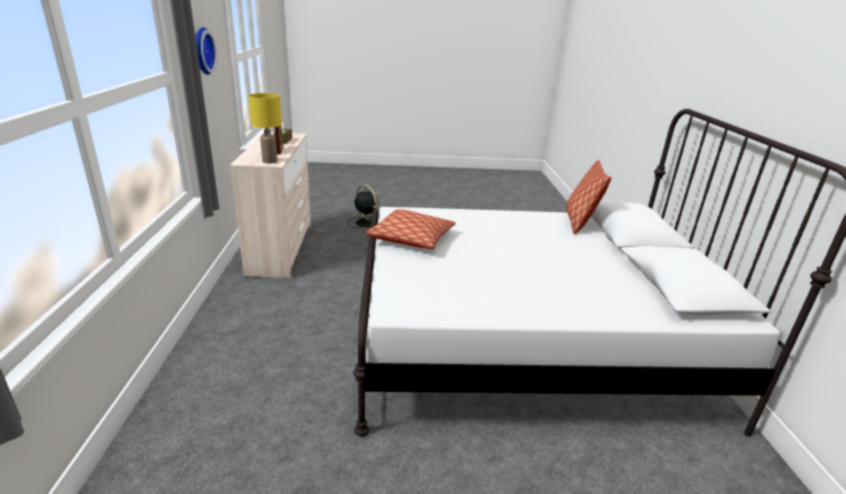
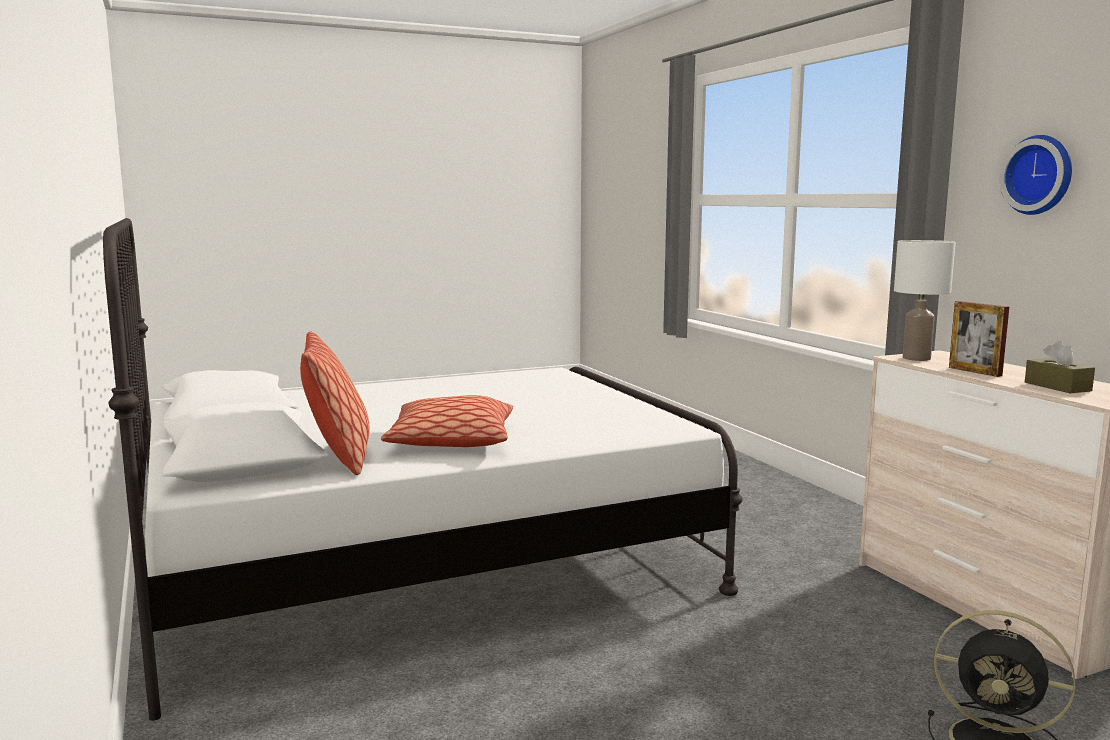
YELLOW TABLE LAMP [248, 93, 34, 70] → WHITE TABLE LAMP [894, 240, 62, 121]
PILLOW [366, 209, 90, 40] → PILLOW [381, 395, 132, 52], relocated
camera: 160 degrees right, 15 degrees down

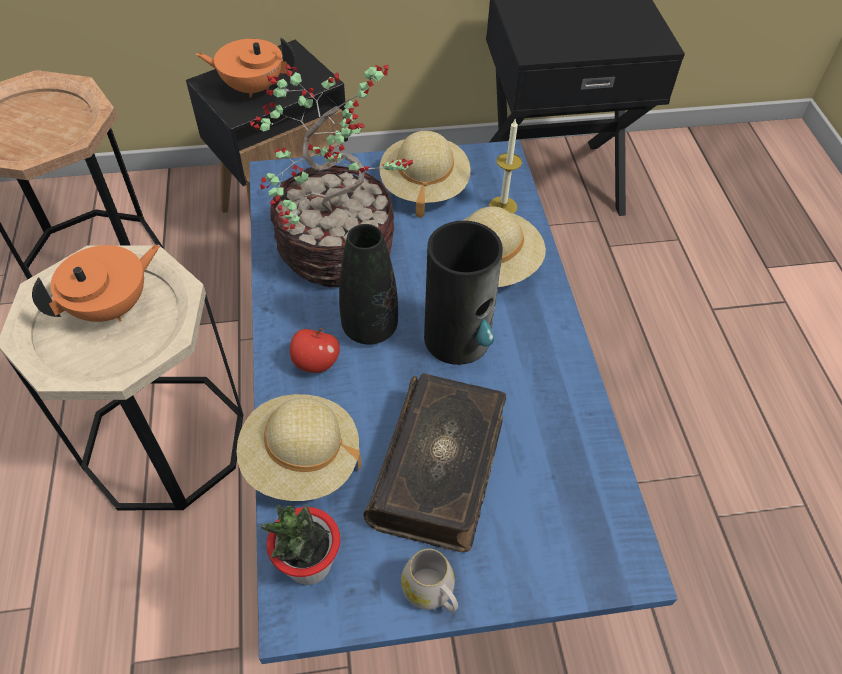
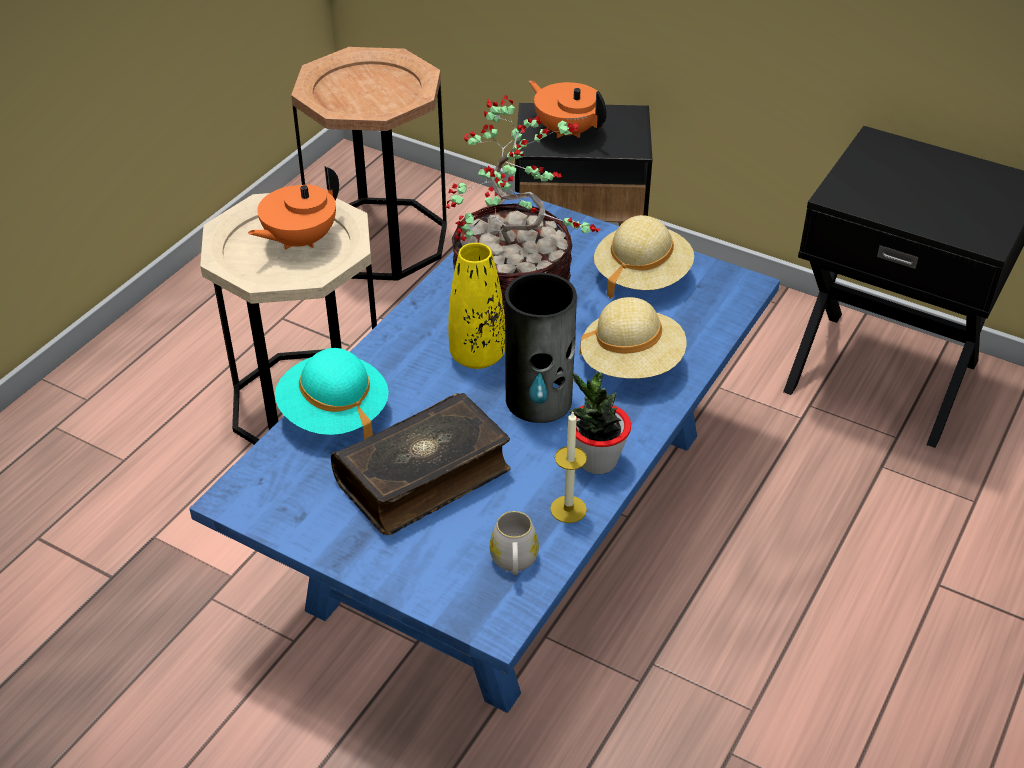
CANDLE [489, 119, 33, 95] → CANDLE [550, 410, 37, 113], relocated
BLACK VASE [339, 224, 59, 120] → YELLOW VASE [448, 243, 57, 126]
ORANGE TEAPOT [32, 245, 128, 77] → ORANGE TEAPOT [248, 166, 91, 83], 135 degrees clockwise
APPLE [290, 328, 50, 45] → -
BEIGE HAT [236, 394, 125, 107] → TURQUOISE HAT [275, 348, 114, 92]
POTTED PLANT [261, 504, 79, 81] → POTTED PLANT [569, 372, 62, 102], relocated
WHITE MUG [401, 549, 57, 63] → WHITE MUG [490, 511, 49, 64], relocated
camera: 40 degrees right, 10 degrees down

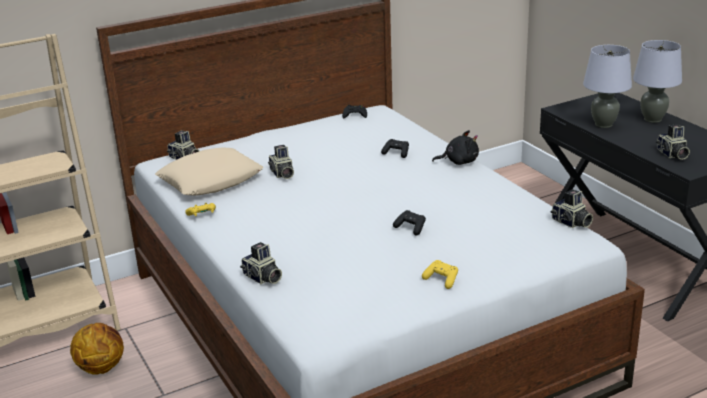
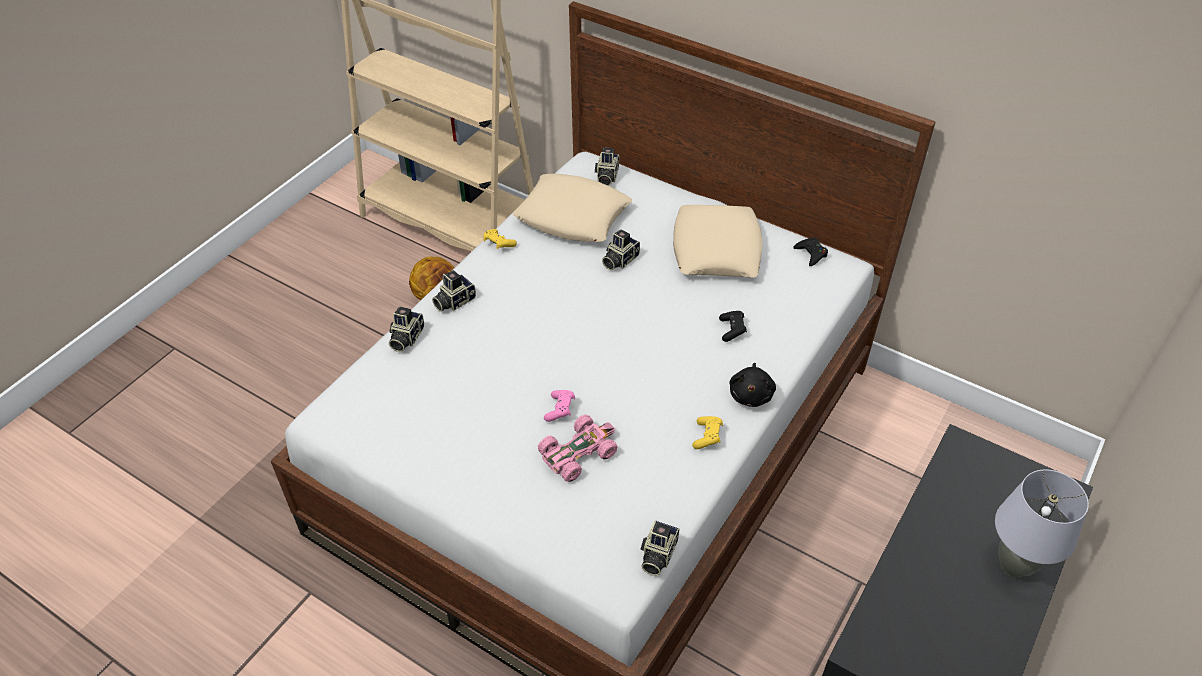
GREY TABLE LAMP [583, 45, 49, 83] → -
PHOTO CAMERA [656, 124, 34, 36] → PHOTO CAMERA [432, 270, 44, 42], relocated
BLACK PLUSH TOY [432, 130, 47, 35] → BLACK PLUSH TOY [729, 363, 47, 44], 45 degrees clockwise
BLACK GAME CONTROLLER [393, 210, 33, 25] → PINK GAME CONTROLLER [544, 390, 31, 32]
YELLOW GAME CONTROLLER [422, 260, 36, 29] → YELLOW GAME CONTROLLER [692, 416, 31, 33], relocated
- → BEIGE PILLOW [673, 205, 89, 73]
- → PINK TOY CAR [538, 415, 80, 67]
camera: 60 degrees right, 20 degrees up

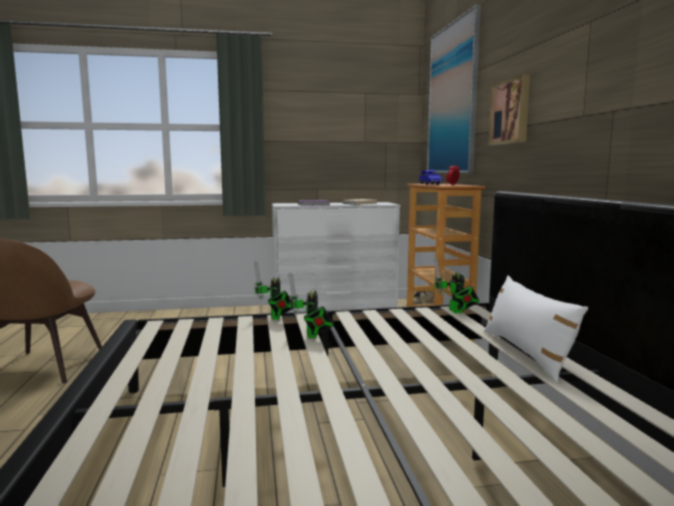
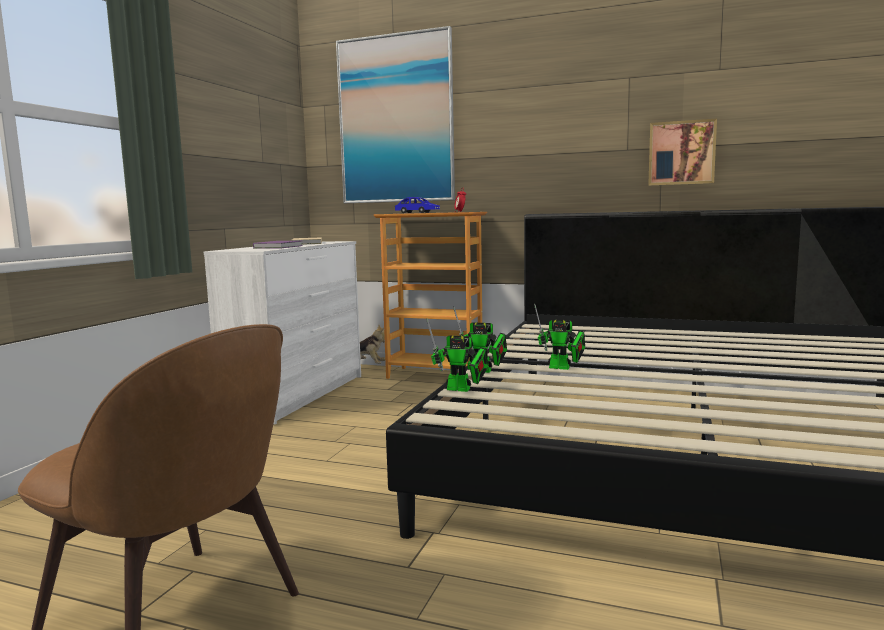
PICTURE [488, 74, 42, 71] → PICTURE [648, 119, 69, 67], relocated
TOY ROBOT [434, 257, 46, 56] → TOY ROBOT [426, 318, 62, 74], relocated
WHITE PILLOW [484, 275, 104, 108] → -
camera: 60 degrees left, 0 degrees up

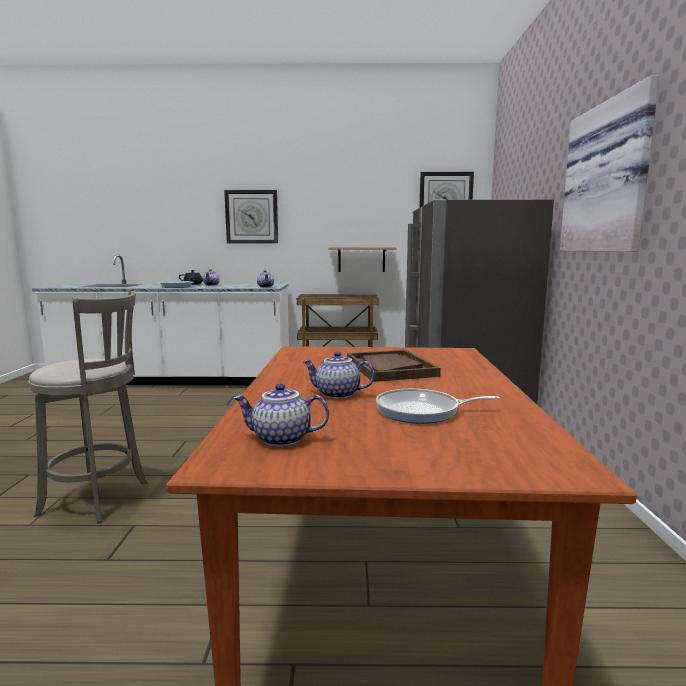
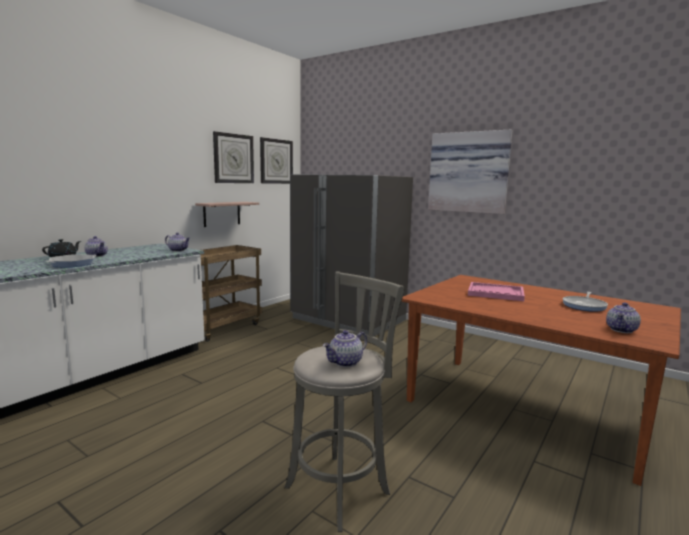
WALL CLOCK [224, 190, 54, 54] → WALL CLOCK [213, 131, 41, 52], relocated
BROWN TRAY [347, 350, 94, 32] → PINK TRAY [468, 282, 57, 19]
TEAPOT [302, 352, 73, 47] → TEAPOT [323, 330, 44, 37], relocated
camera: 55 degrees left, 0 degrees up

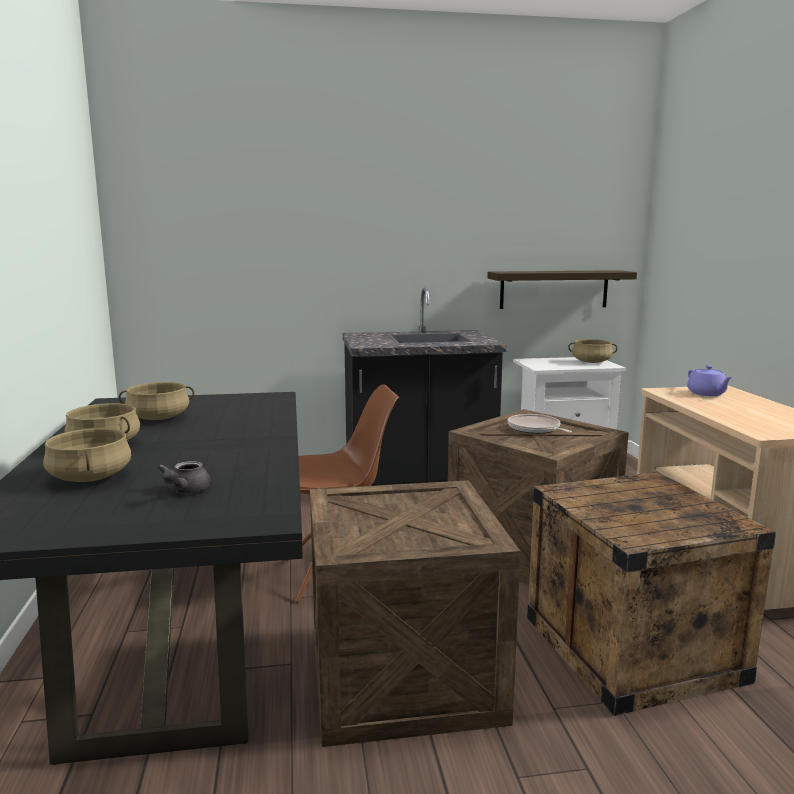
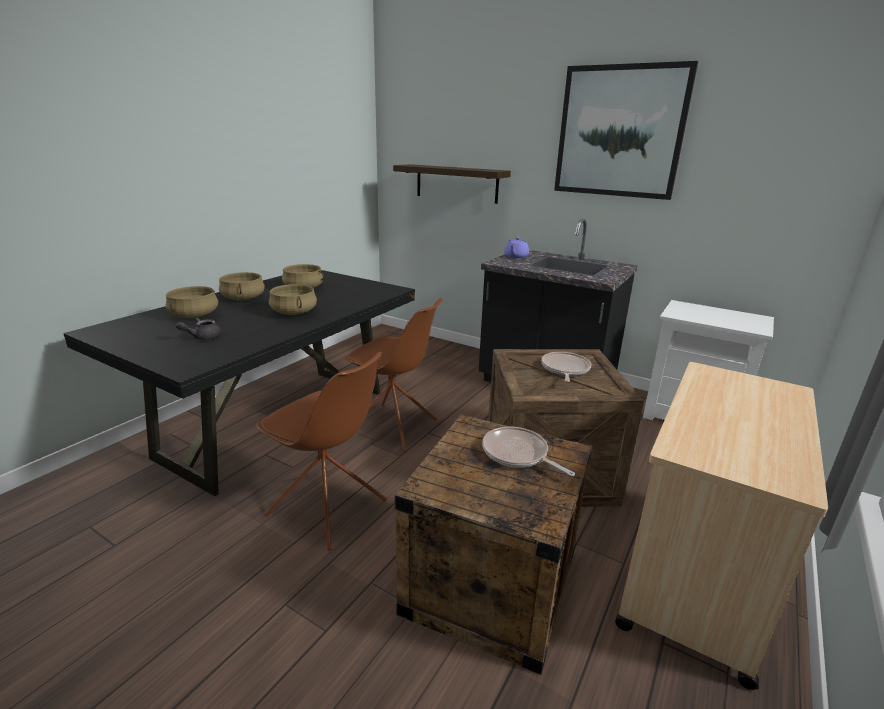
SHELF [487, 270, 150, 39] → SHELF [393, 164, 118, 40], relocated
BEIGE COOKING POT [568, 339, 49, 24] → BEIGE COOKING POT [269, 284, 48, 31], relocated
PURPLE TEAPOT [687, 365, 45, 31] → PURPLE TEAPOT [504, 237, 25, 22], relocated
CRATE [310, 480, 211, 267] → BROWN CHAIR [256, 352, 131, 199]
- → PICTURE [554, 61, 144, 139]
- → FRYING PAN [482, 427, 93, 49]
camera: 40 degrees right, 10 degrees up

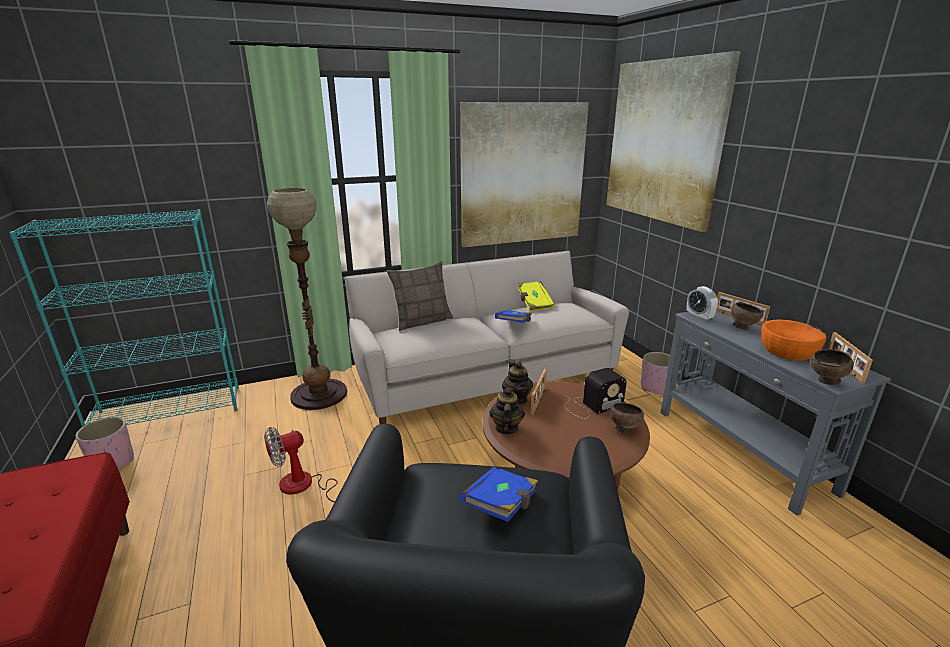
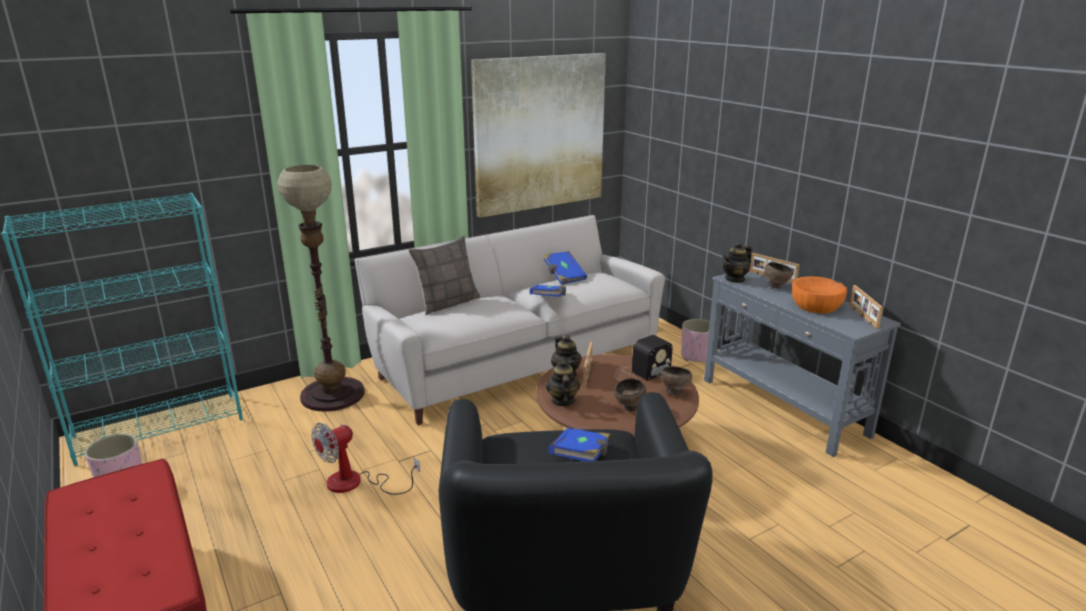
PICTURE [606, 51, 135, 181] → -
YELLOW BOOK [517, 281, 38, 30] → BLUE BOOK [544, 251, 43, 34]
ALARM CLOCK [687, 286, 31, 35] → TEAPOT [722, 242, 30, 41]
BROWN BOWL [810, 349, 44, 36] → BROWN BOWL [614, 378, 32, 34], relocated
camera: 10 degrees left, 0 degrees up

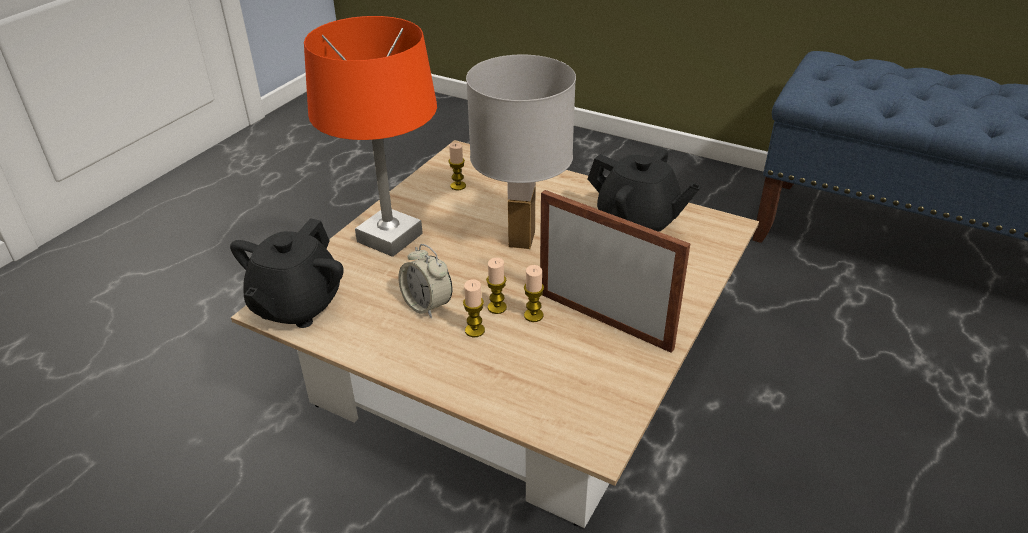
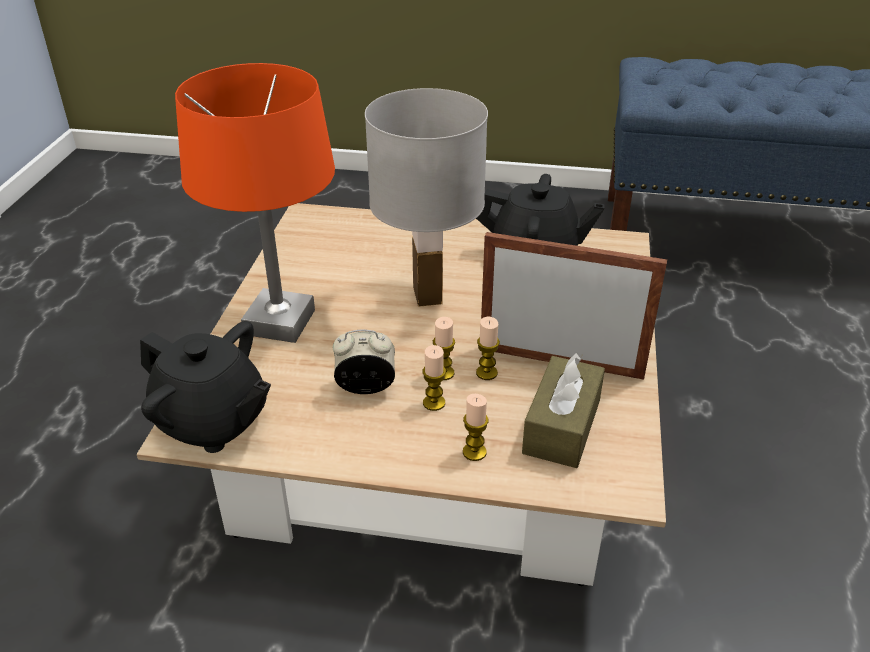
CANDLE [448, 143, 18, 47] → CANDLE [463, 394, 26, 67], relocated
BLACK TEAPOT [230, 218, 114, 110] → BLACK TEAPOT [140, 321, 131, 132], 60 degrees counterclockwise
ALARM CLOCK [398, 244, 54, 74] → ALARM CLOCK [333, 330, 62, 64], 150 degrees clockwise
- → BROWN TISSUE BOX [522, 352, 83, 116]
camera: 20 degrees left, 0 degrees up

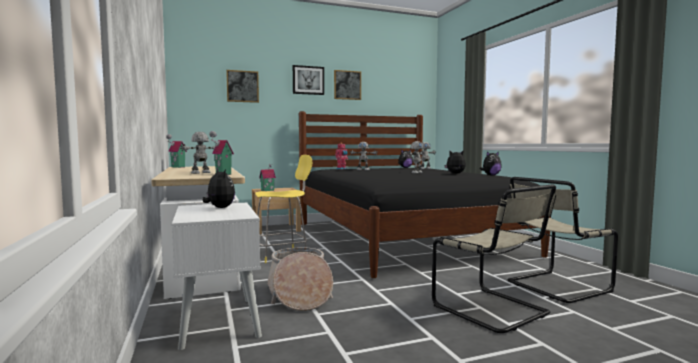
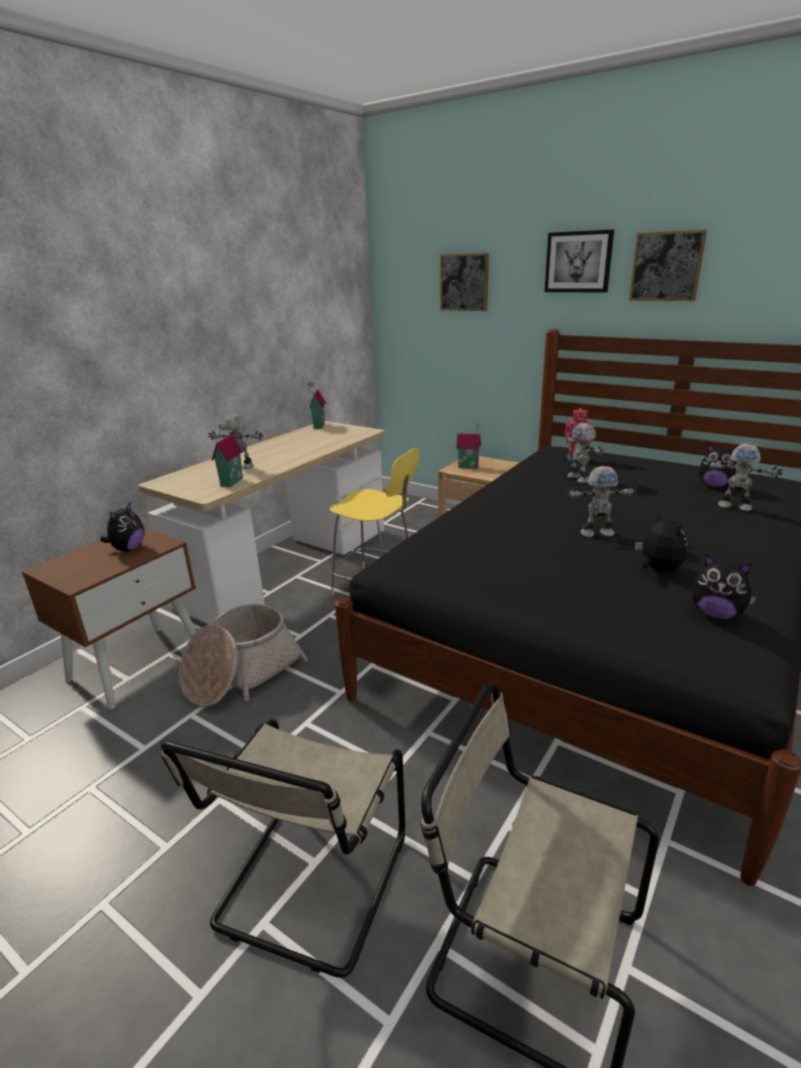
WHITE NIGHTSTAND [172, 203, 90, 147] → BROWN NIGHTSTAND [22, 528, 174, 181]
camera: 55 degrees right, 20 degrees up

